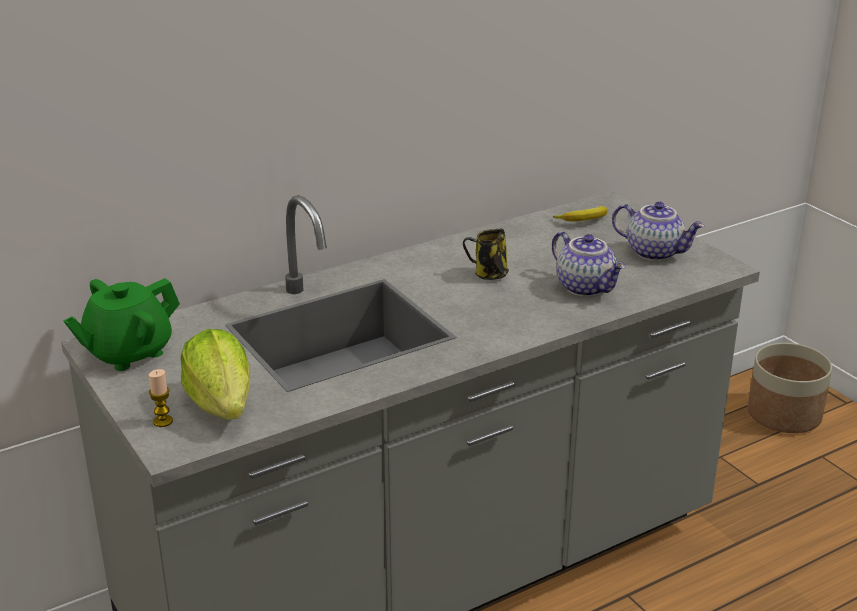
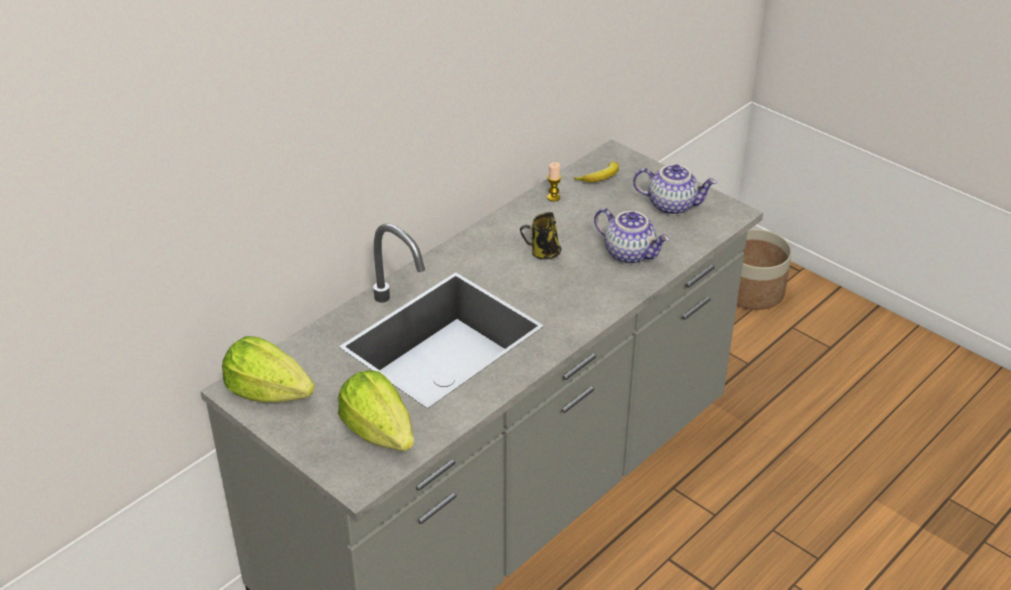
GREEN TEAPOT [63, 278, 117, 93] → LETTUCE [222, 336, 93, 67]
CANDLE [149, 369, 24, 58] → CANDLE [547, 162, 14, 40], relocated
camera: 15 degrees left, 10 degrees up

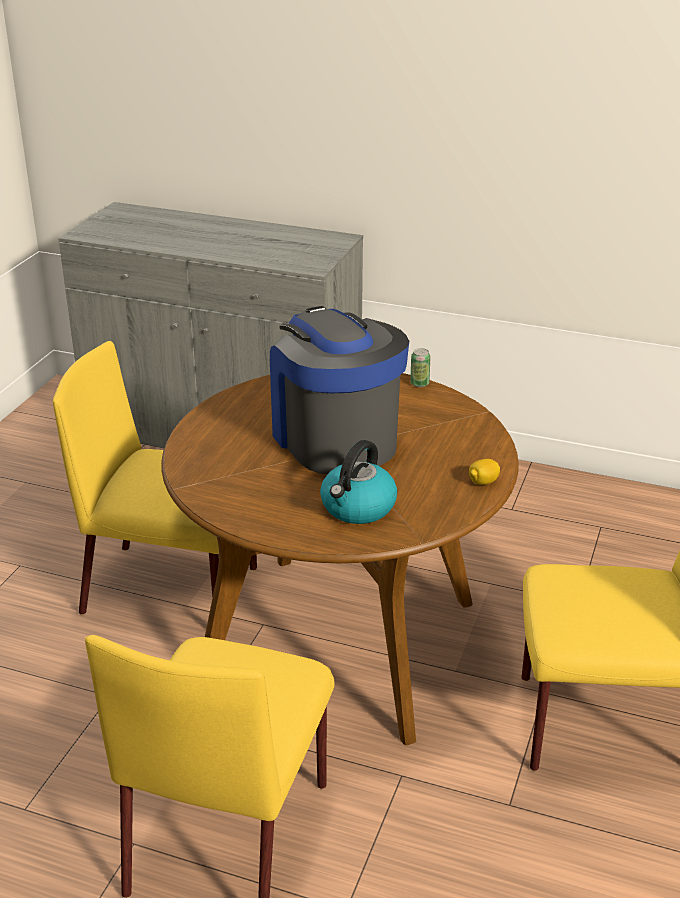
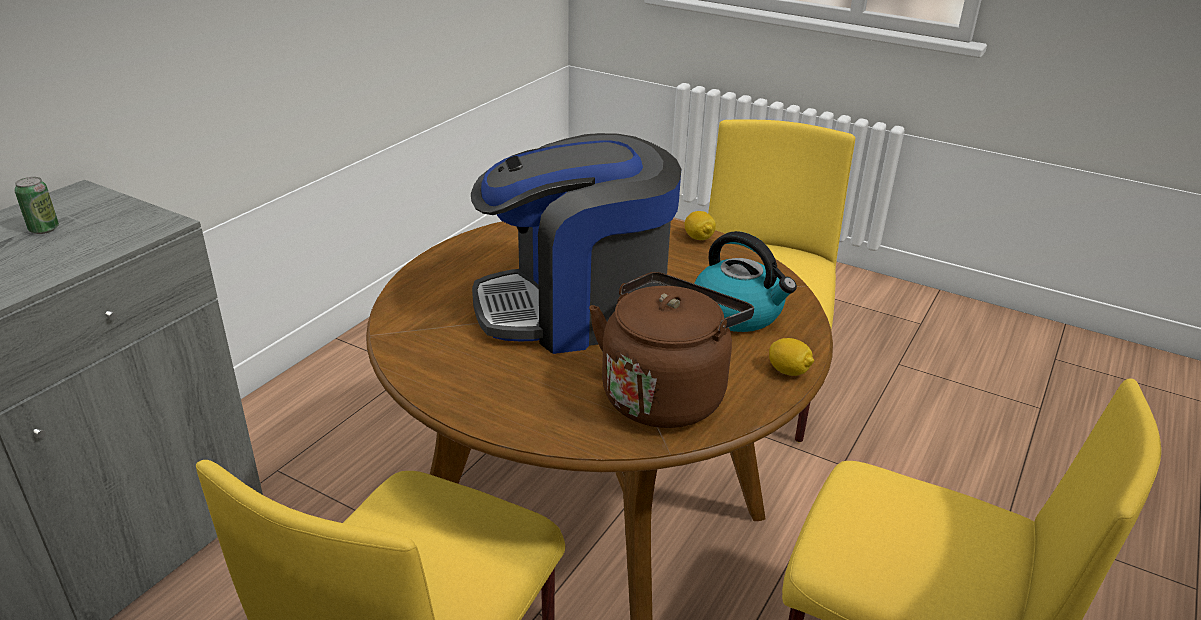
CAN [410, 348, 21, 39] → CAN [14, 177, 45, 57], relocated
- → BROWN KETTLE [589, 272, 165, 156]
- → LEMON [769, 338, 45, 38]
camera: 80 degrees left, 0 degrees up

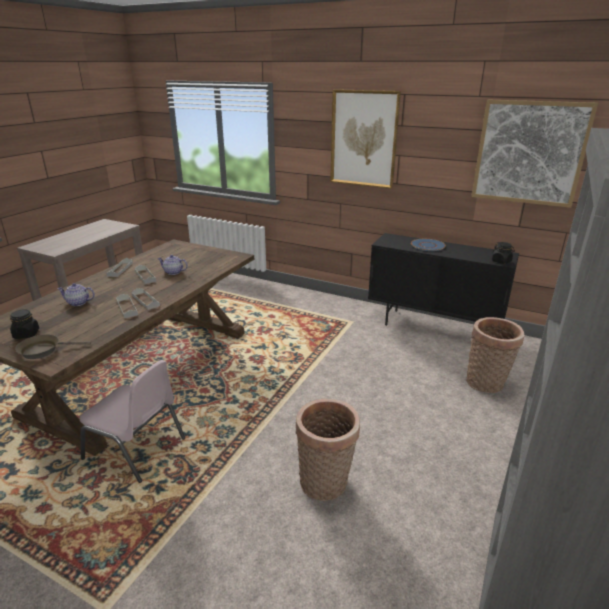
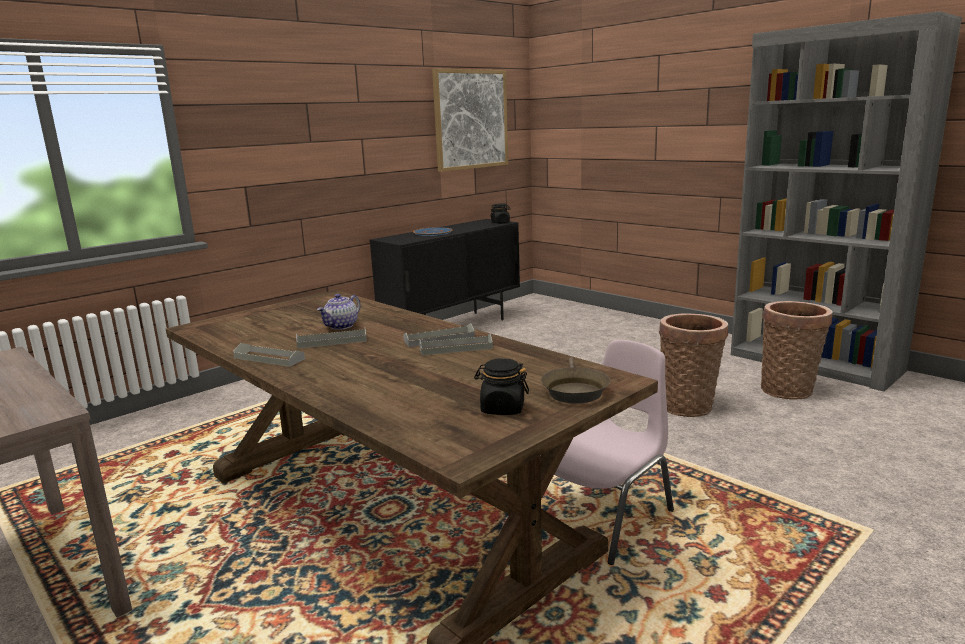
PICTURE [330, 89, 71, 100] → -
TEAPOT [57, 283, 38, 23] → -
BASKET [466, 317, 58, 76] → BASKET [761, 301, 72, 99], relocated
camera: 70 degrees left, 10 degrees down

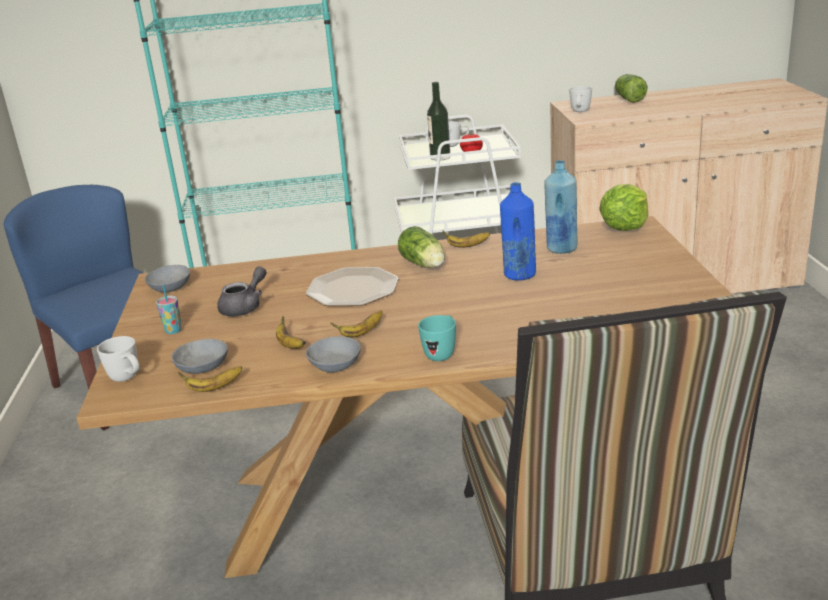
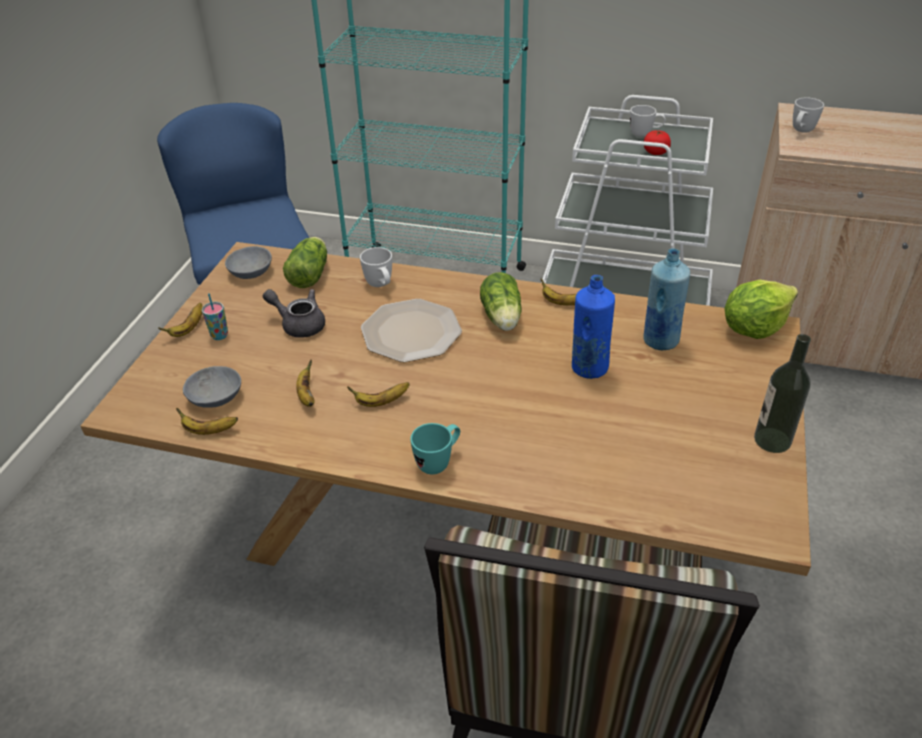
LETTUCE [615, 74, 32, 29] → LETTUCE [283, 237, 44, 51], relocated
BOTTLE [427, 82, 23, 79] → BOTTLE [754, 334, 57, 119], relocated
GREY TEAPOT [217, 266, 49, 50] → GREY TEAPOT [263, 289, 62, 49], 120 degrees counterclockwise
WHITE MUG [97, 336, 43, 46] → WHITE MUG [360, 247, 32, 40], relocated
GREY BOWL [306, 336, 55, 37] → -
- → BANANA [158, 303, 44, 34]
camera: 20 degrees right, 15 degrees up

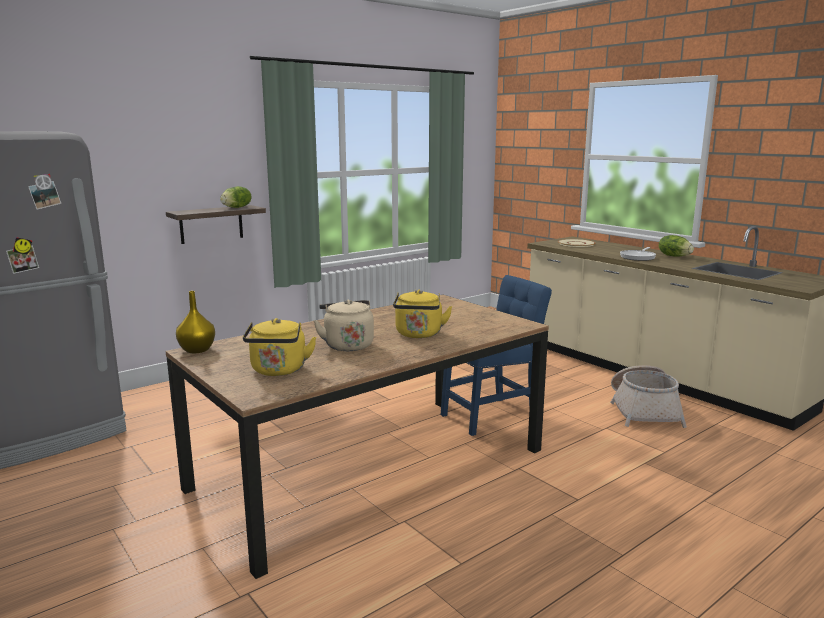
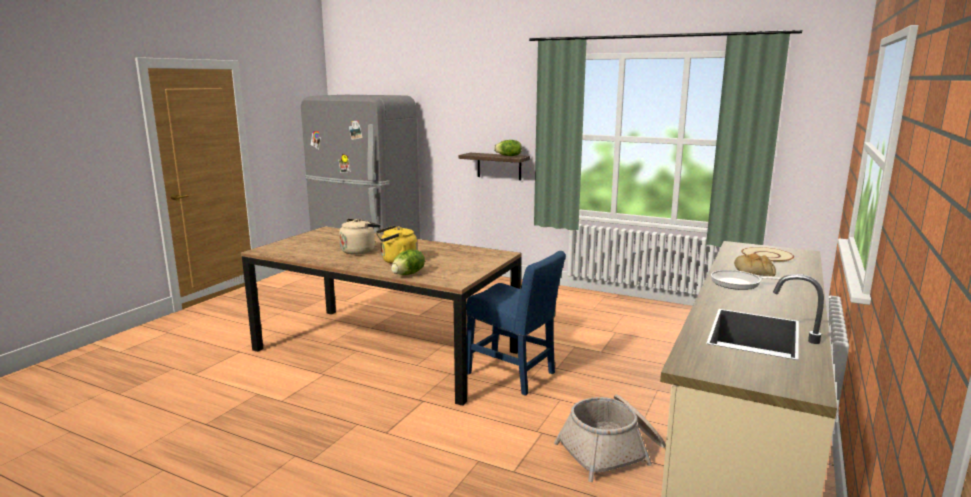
LETTUCE [659, 235, 35, 22] → LETTUCE [391, 249, 34, 26], relocated
YELLOW VASE [176, 291, 39, 62] → -
YELLOW KETTLE [243, 318, 74, 58] → -
- → BREAD [734, 253, 42, 23]
camera: 65 degrees right, 0 degrees up

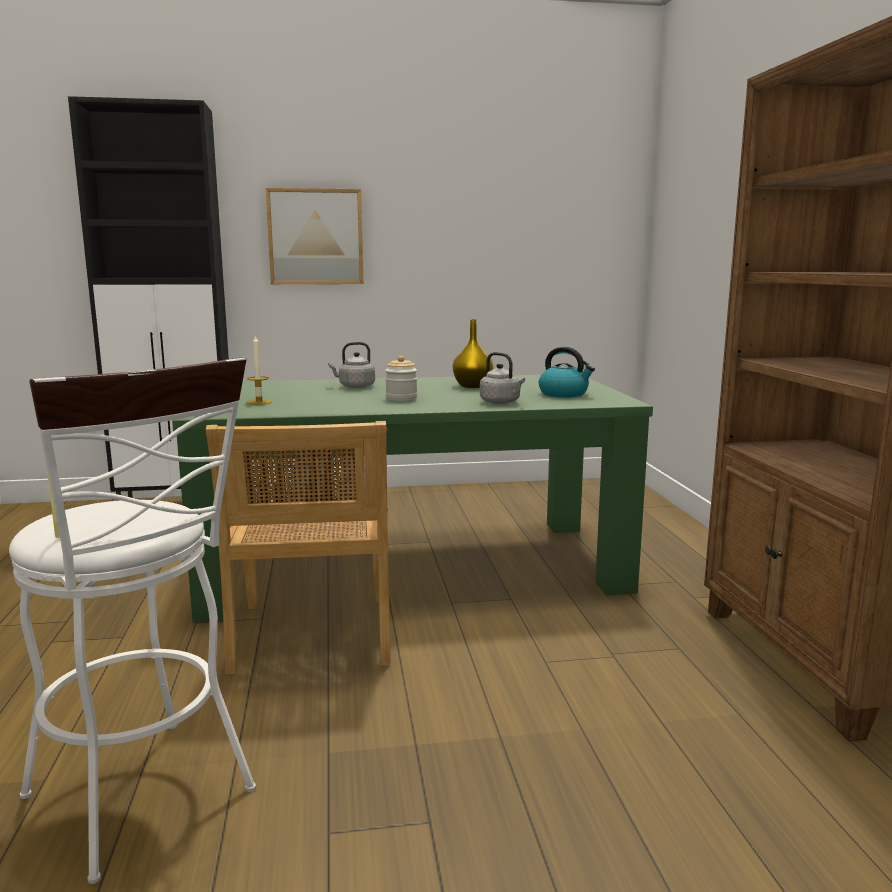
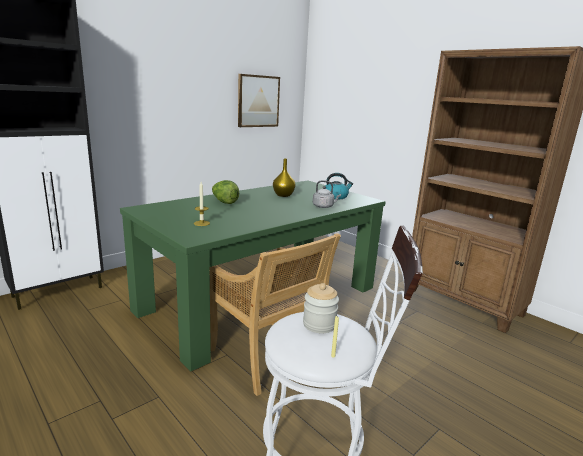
PICTURE [266, 188, 97, 96] → PICTURE [238, 74, 42, 53], relocated
GREY KETTLE [328, 342, 47, 46] → LETTUCE [212, 180, 27, 24]
JAR [385, 356, 32, 45] → JAR [303, 283, 36, 50], relocated
camera: 35 degrees left, 5 degrees up

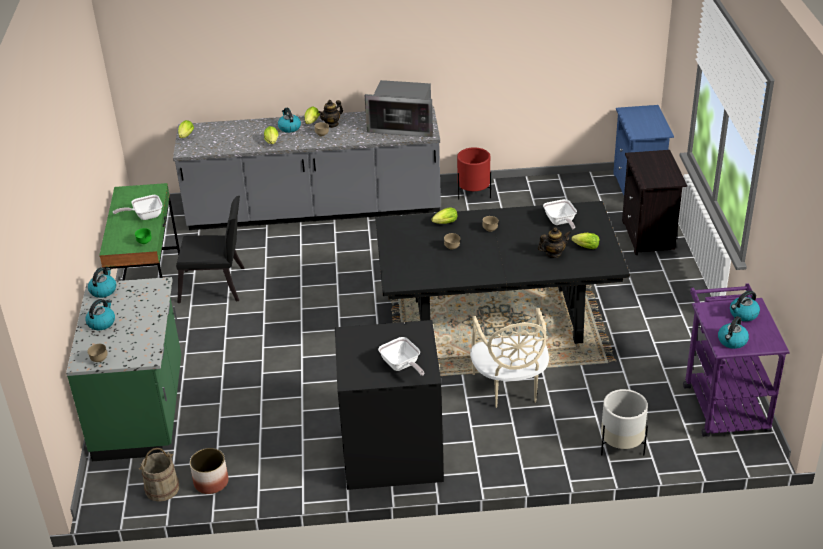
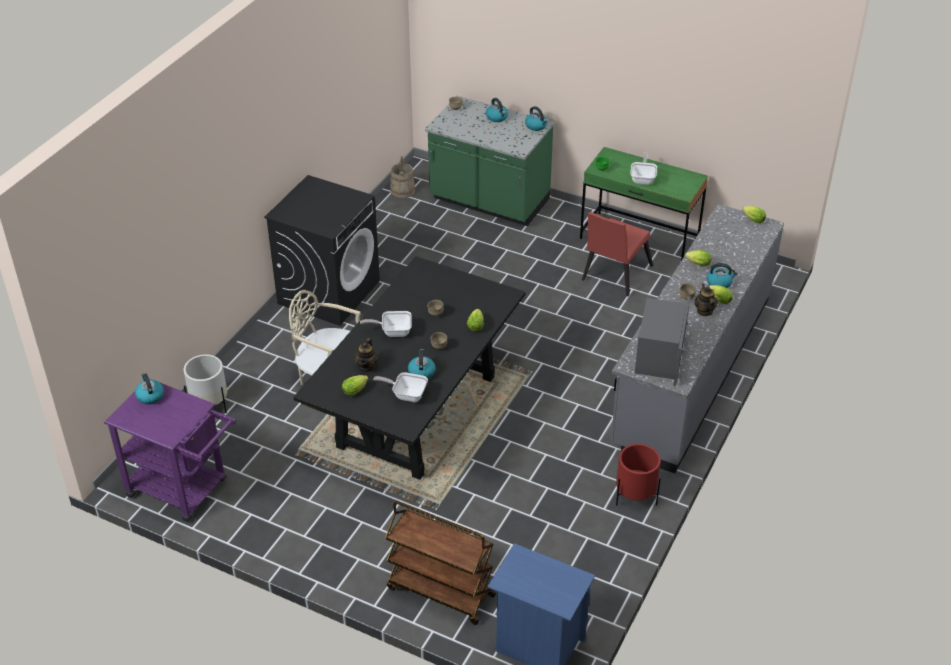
MICROWAVE [365, 80, 68, 57] → MICROWAVE [635, 296, 55, 90], 150 degrees clockwise
BLACK NIGHTSTAND [622, 150, 65, 105] → BROWN CART [385, 501, 111, 124]
BLACK CHAIR [176, 196, 69, 107] → RED CHAIR [582, 212, 72, 84]
KETTLE [730, 291, 30, 30] → KETTLE [408, 349, 28, 30], relocated
FRYING PAN [378, 337, 46, 39] → FRYING PAN [360, 311, 52, 26], relocated
PLANTER [190, 448, 39, 46] → -
camera: 120 degrees right, 5 degrees up

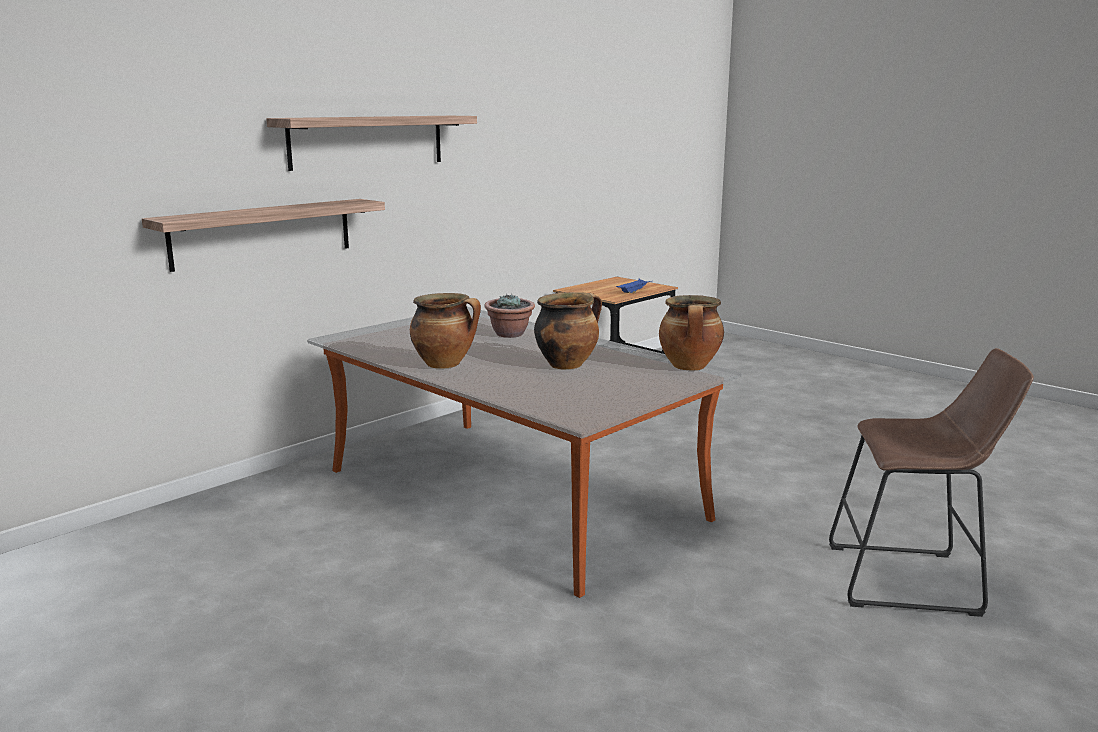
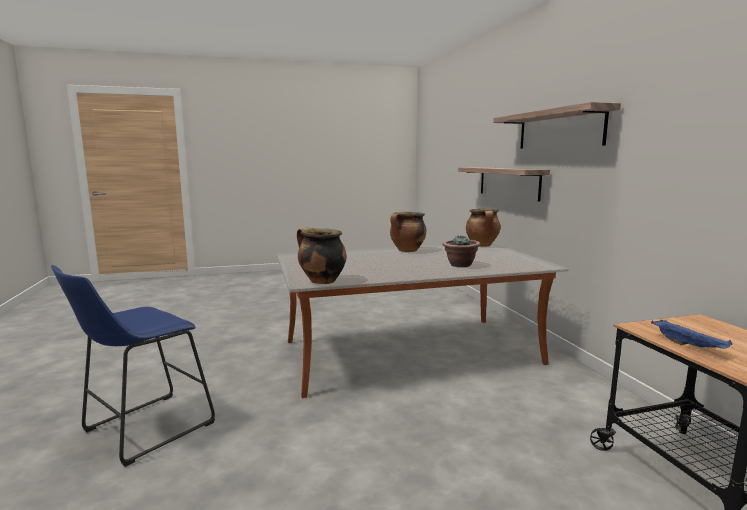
COOKING POT [534, 292, 68, 77] → COOKING POT [466, 209, 35, 38], relocated
BROWN STOOL [829, 348, 205, 269] → BLUE STOOL [51, 265, 164, 202]
camera: 120 degrees right, 5 degrees down

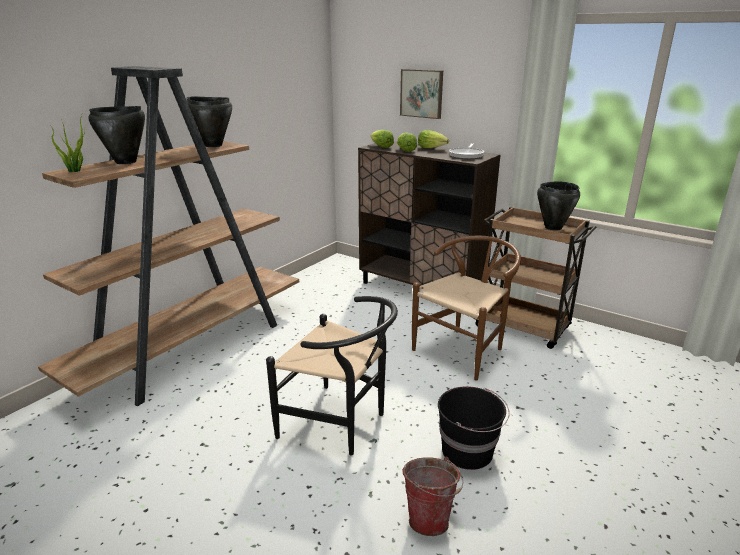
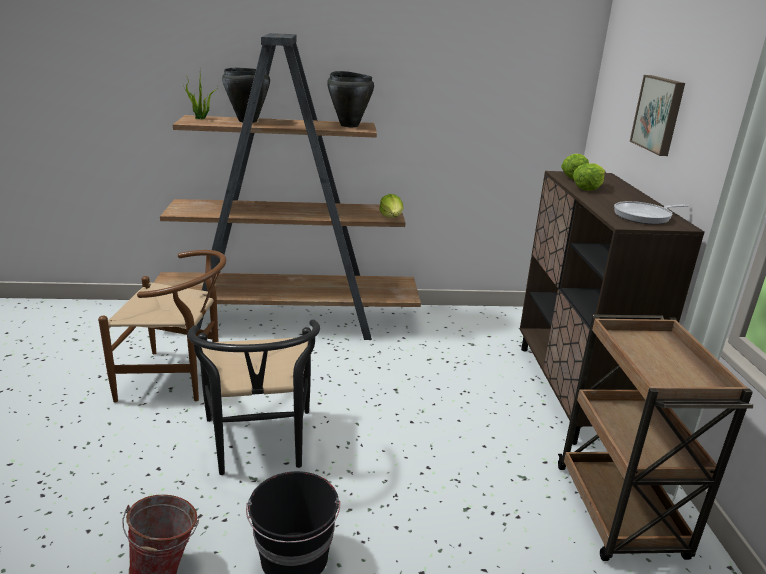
LETTUCE [418, 130, 31, 18] → LETTUCE [379, 194, 25, 24], relocated
BLACK COOKING POT [537, 182, 43, 48] → -
BROWN CHAIR [412, 236, 109, 145] → BROWN CHAIR [98, 250, 128, 153], relocated
camera: 50 degrees right, 0 degrees up

